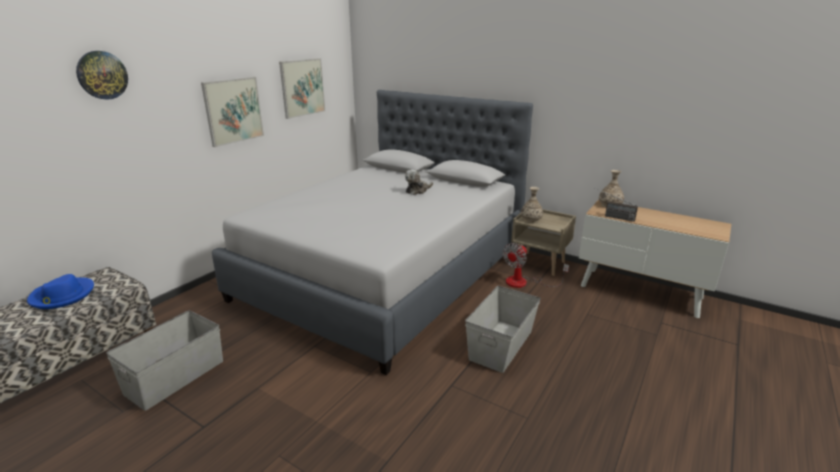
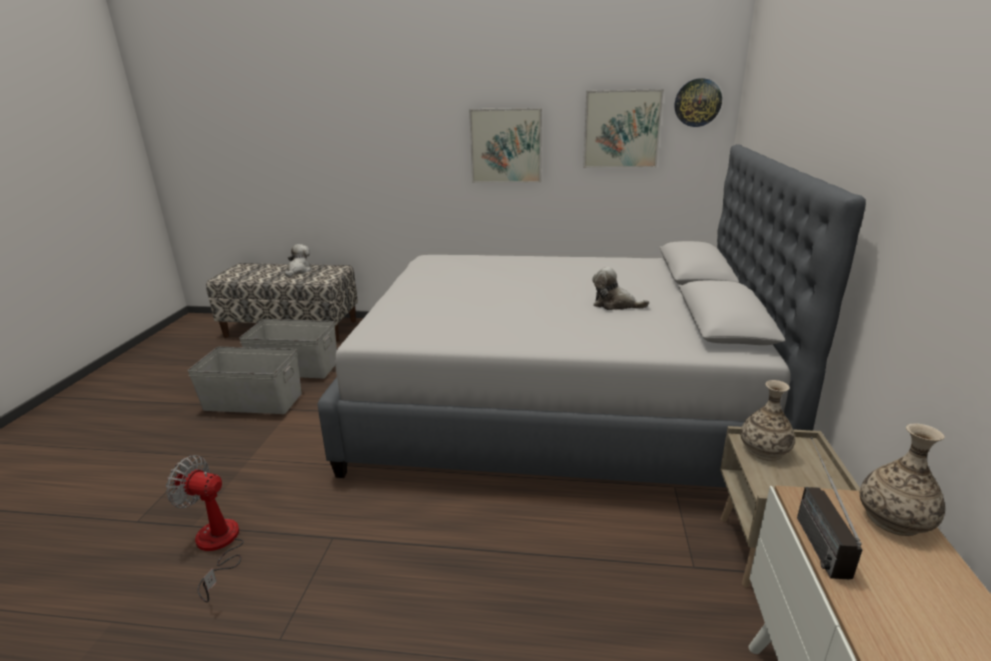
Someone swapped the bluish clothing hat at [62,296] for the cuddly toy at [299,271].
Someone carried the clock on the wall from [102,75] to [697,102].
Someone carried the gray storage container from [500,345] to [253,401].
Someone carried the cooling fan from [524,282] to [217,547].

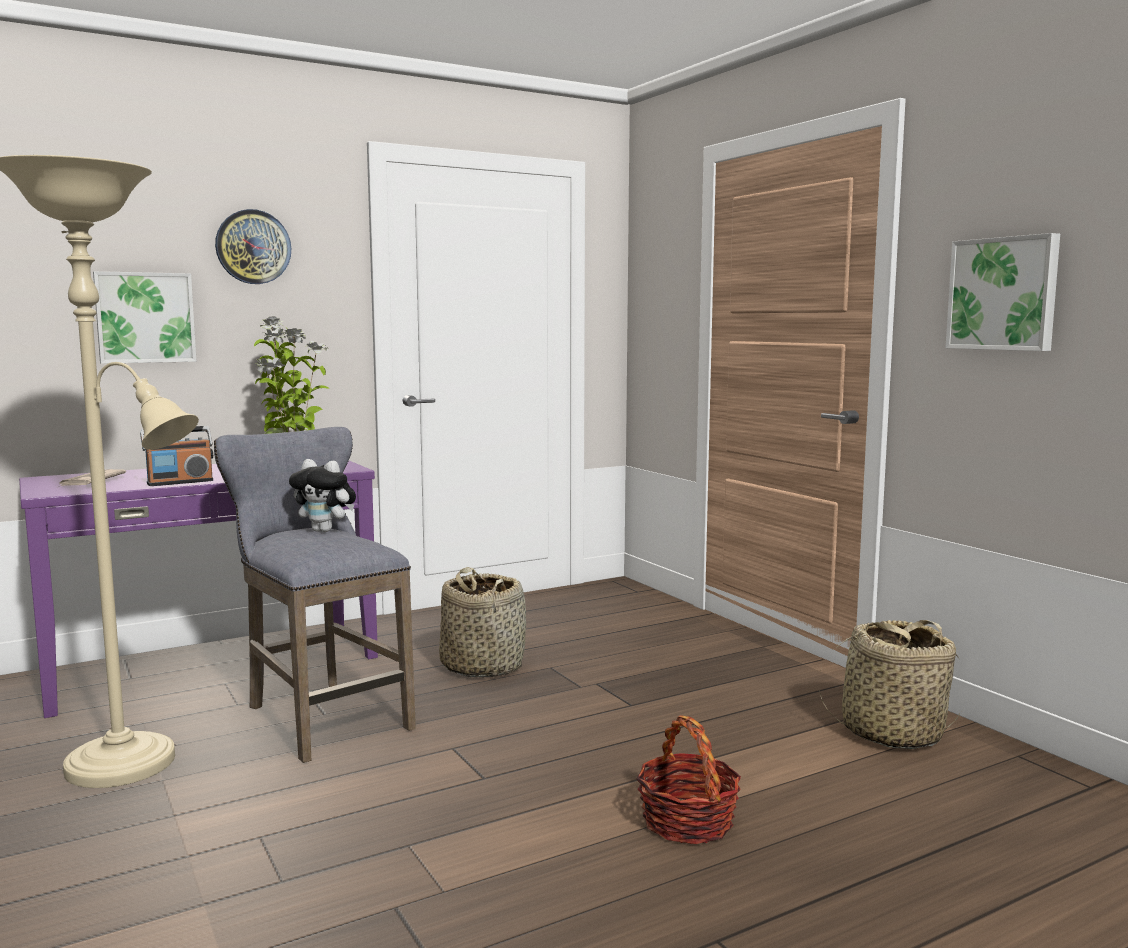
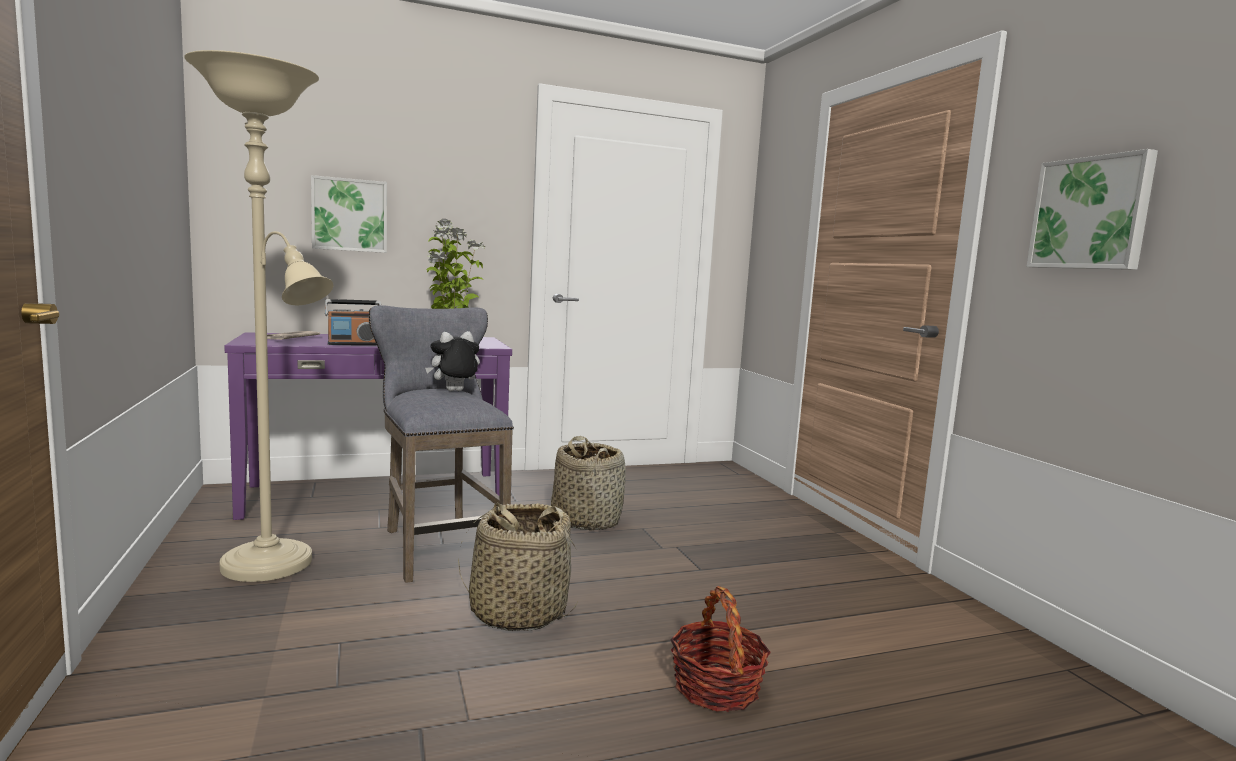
Someone took away the clock on the wall at [253,247].
Someone rotated the cuddly toy at [325,530] by 120 degrees clockwise.
Someone carried the household basket from [891,733] to [518,612].

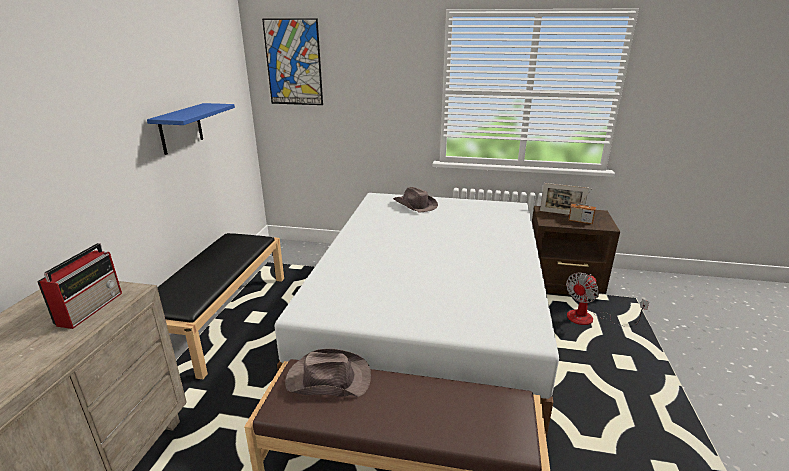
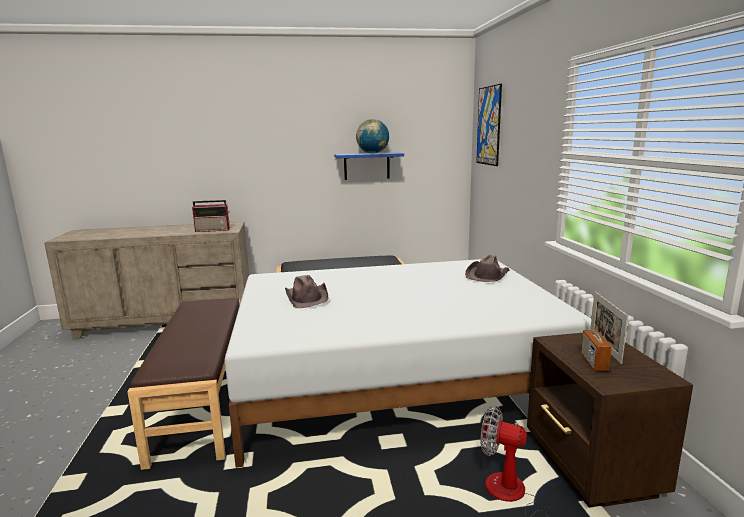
Someone carried the brown clothing hat from [327,379] to [307,297].
Someone put down the globe at [373,153].

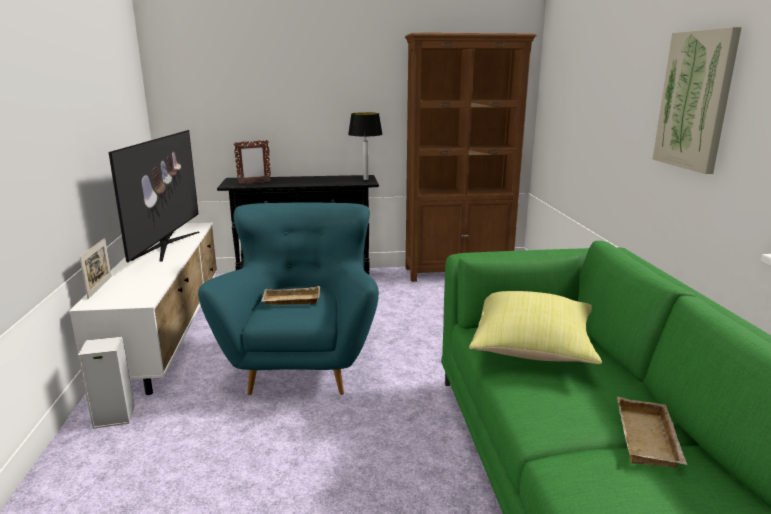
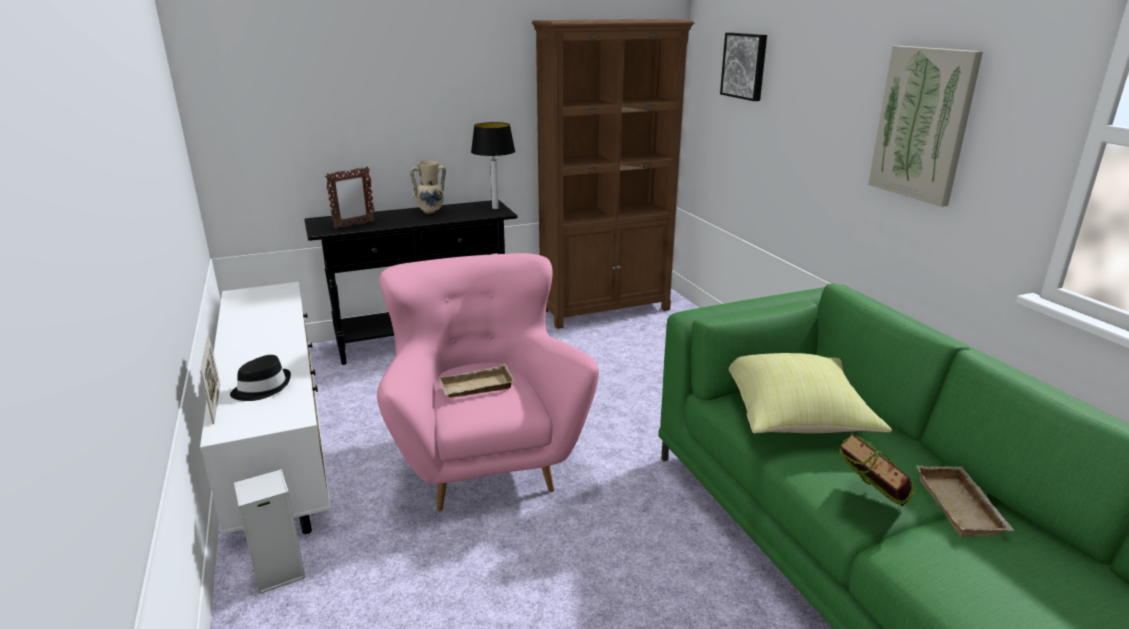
Someone took away the television at [166,245].
Someone repainted the blue-green armchair at [303,363], which became the pinkish armchair at [485,458].
Someone put down the black clothing hat at [262,387].
Someone put down the beige decorative vase at [431,211].
Someone put up the picture at [745,66].
Someone put down the book at [869,505].

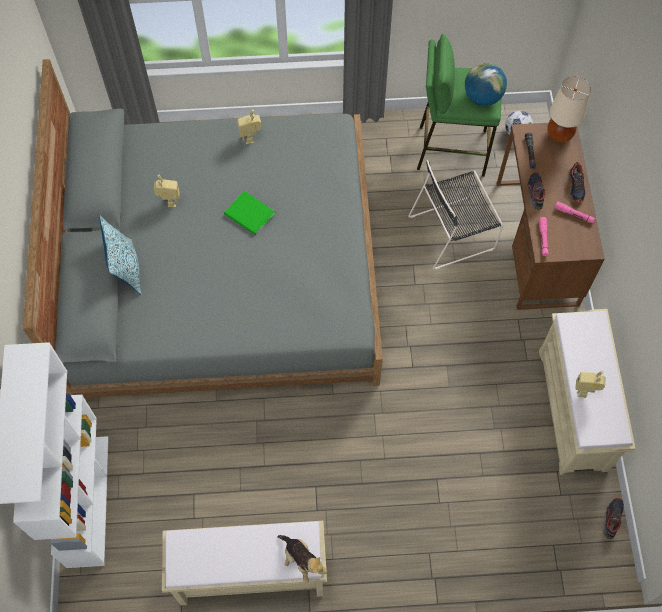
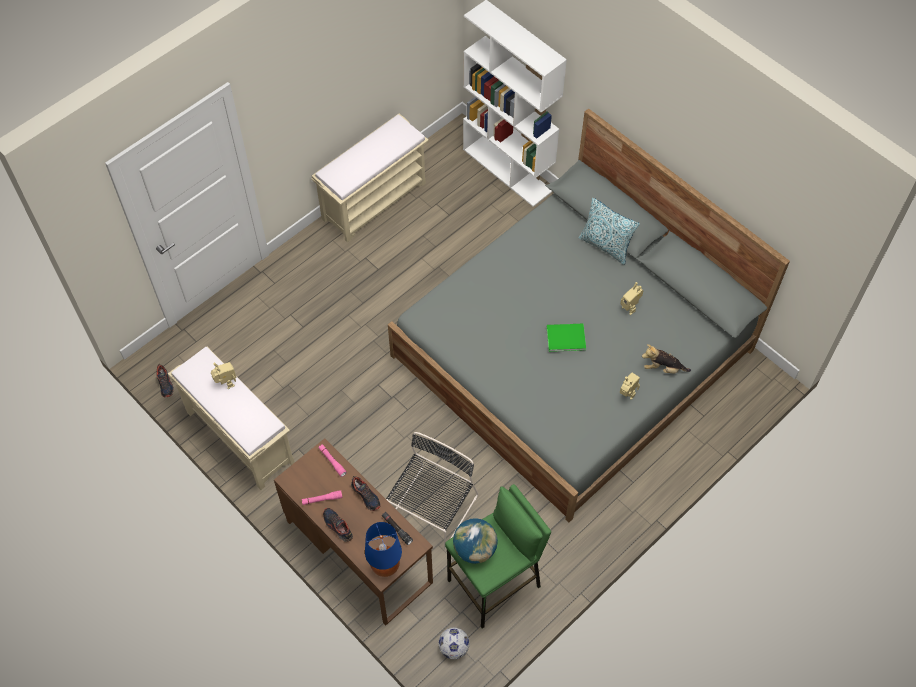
Someone carried the cuddly toy from [301,560] to [663,368].
Someone repainted the beige tabletop lamp at [559,135], which became the bluish tabletop lamp at [385,565].

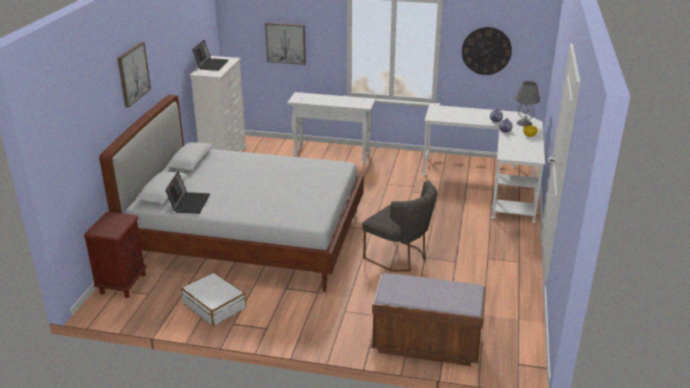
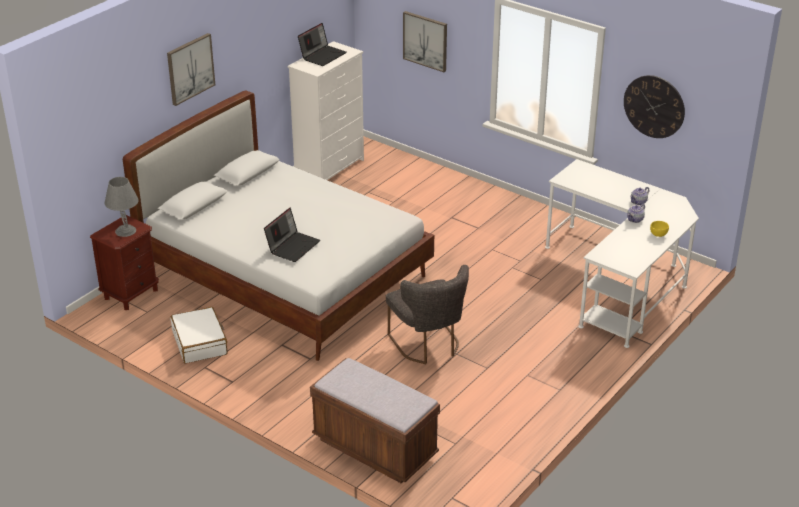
Someone carried the laptop from [189,203] to [293,246].
Someone took away the white-coloured narrow table at [333,155].
Someone carried the gray tabletop lamp from [524,123] to [125,231].

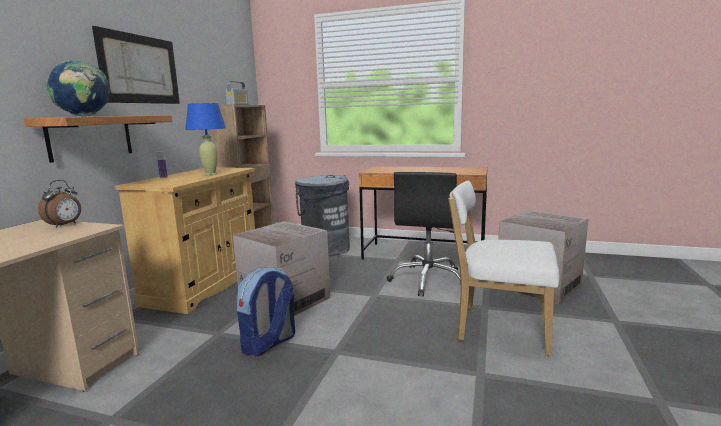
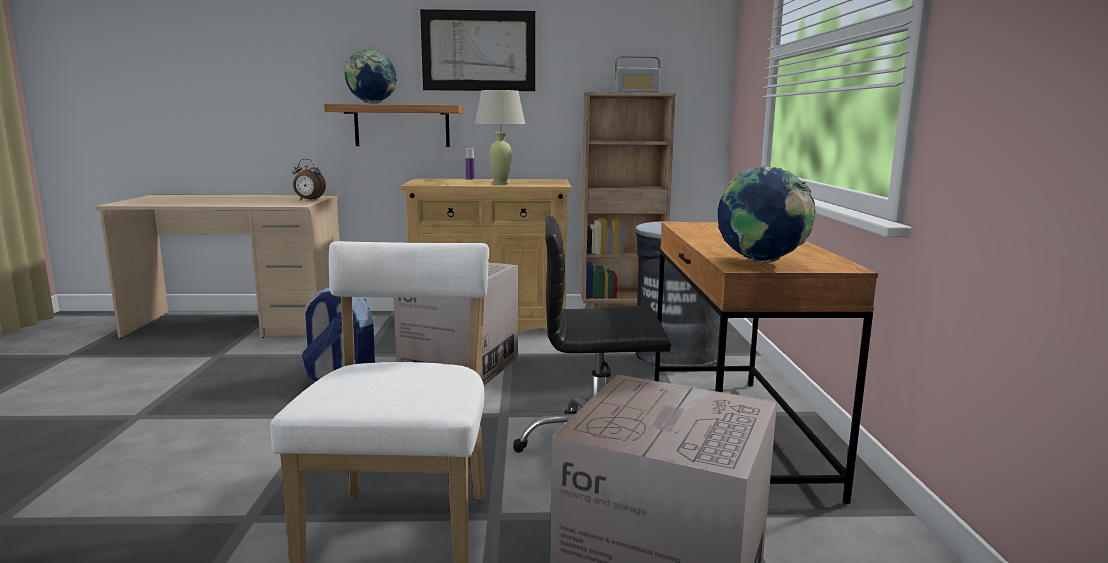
Someone repainted the bluish tabletop lamp at [210,174], which became the beige tabletop lamp at [500,183].
Someone put down the globe at [761,262].

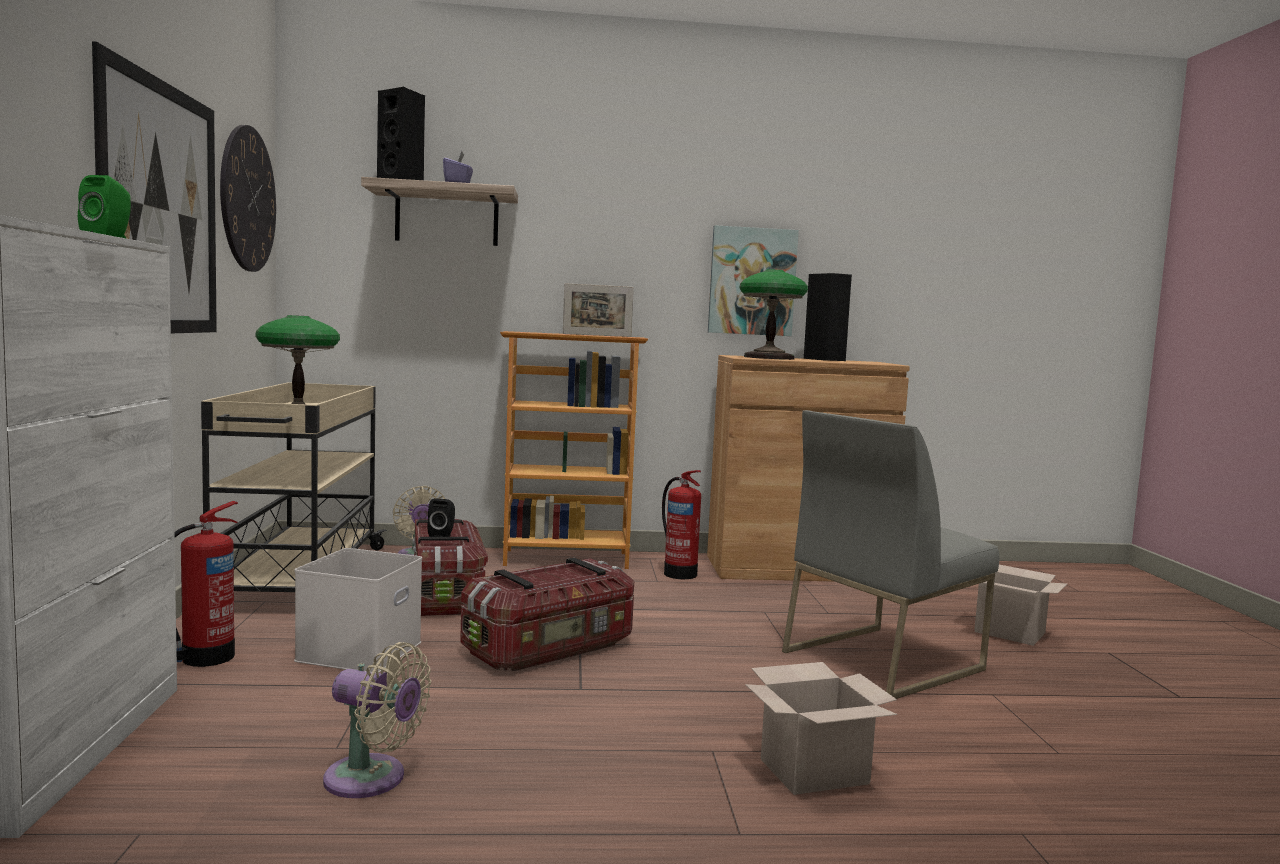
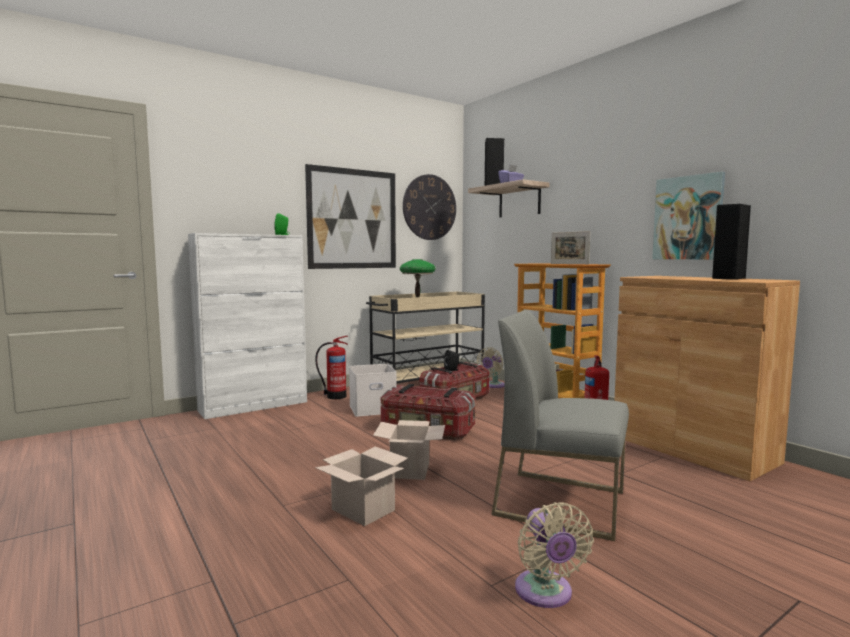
Someone carried the beige cooling fan from [372,779] to [545,594].
Someone took away the tabletop lamp at [769,358].
Someone carried the packing box from [1011,633] to [410,470].

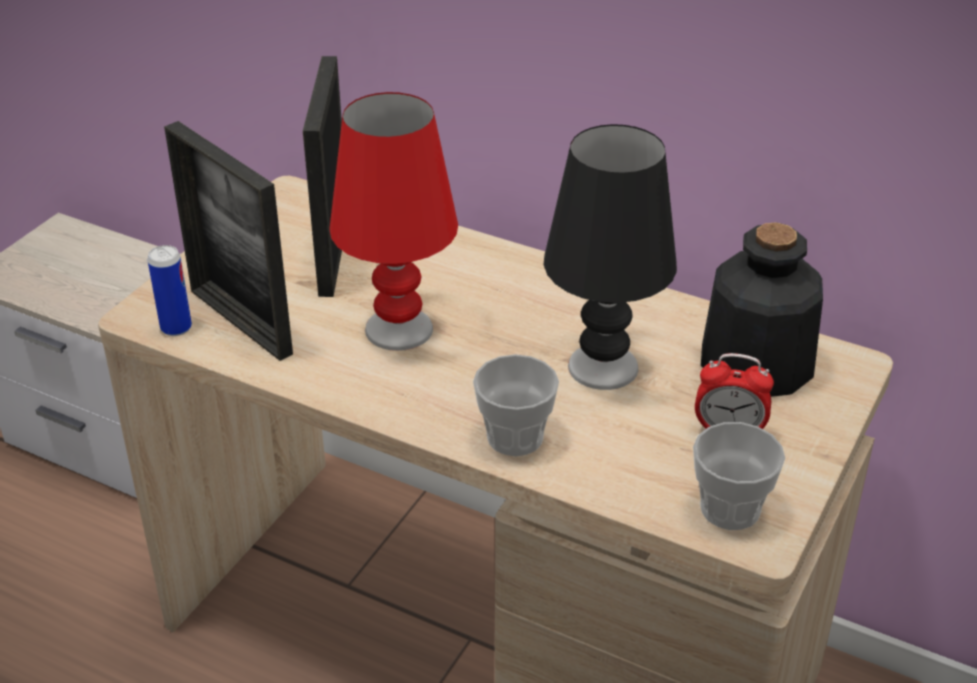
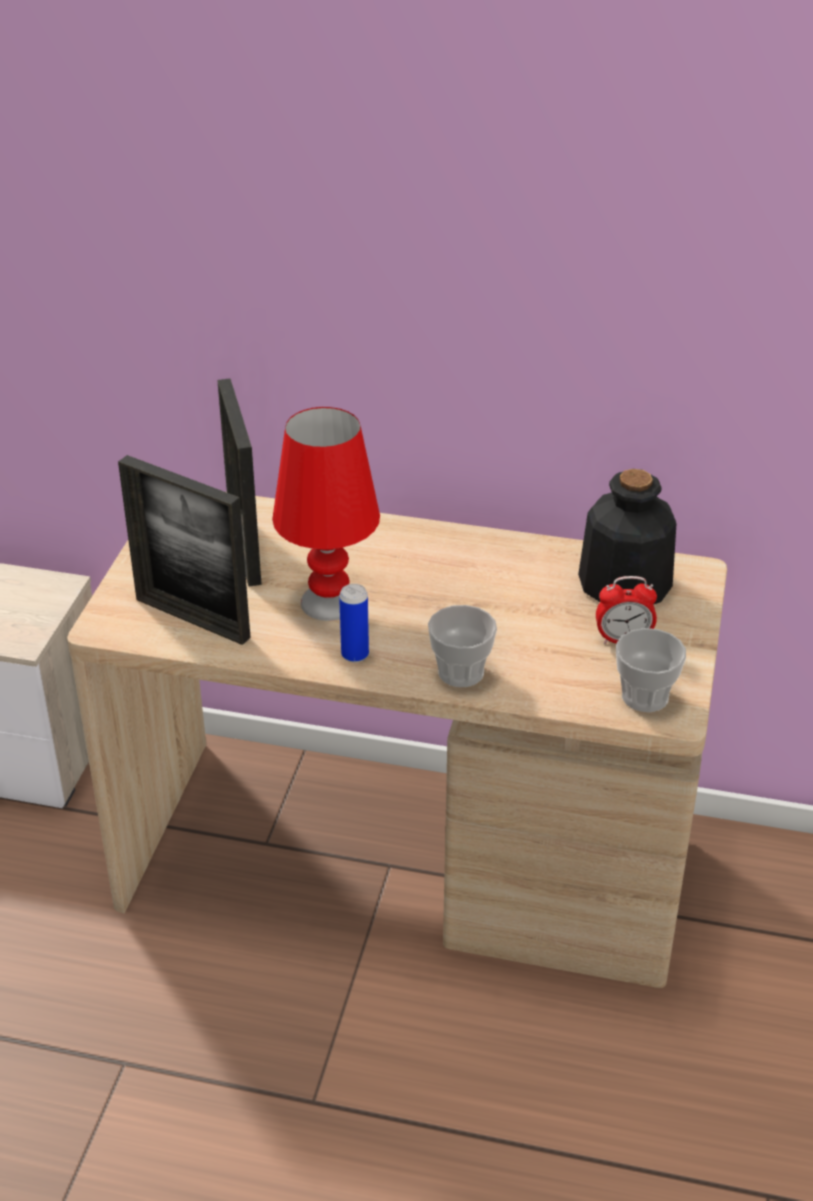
Someone carried the can from [176,328] to [355,654].
Someone took away the black tabletop lamp at [603,366].

